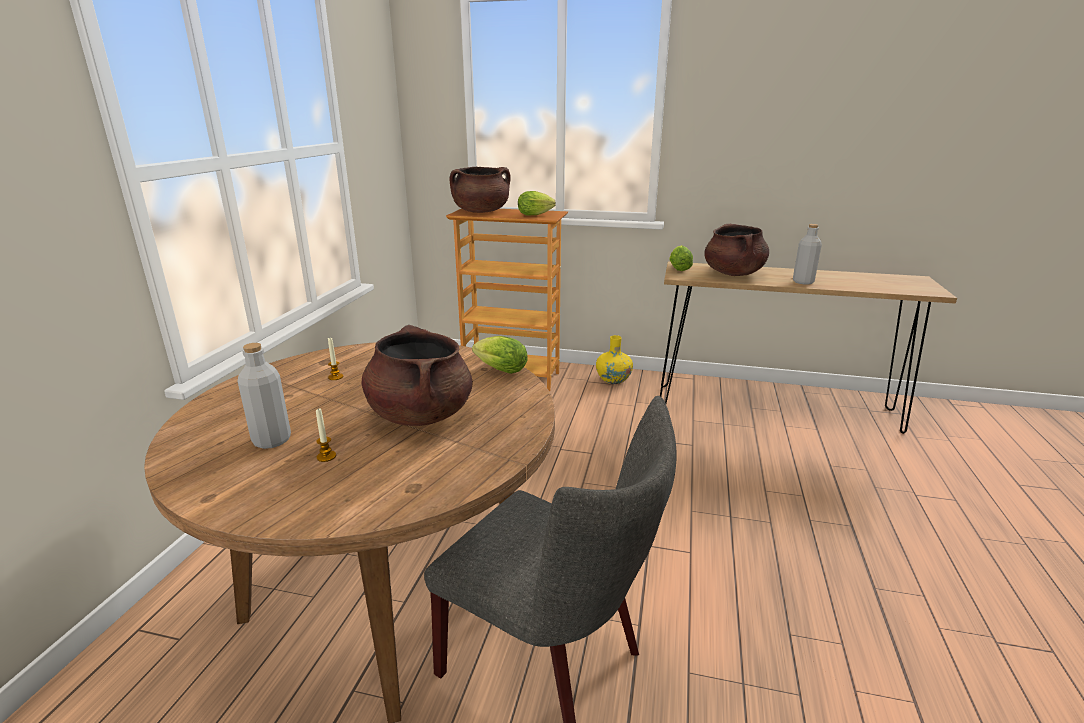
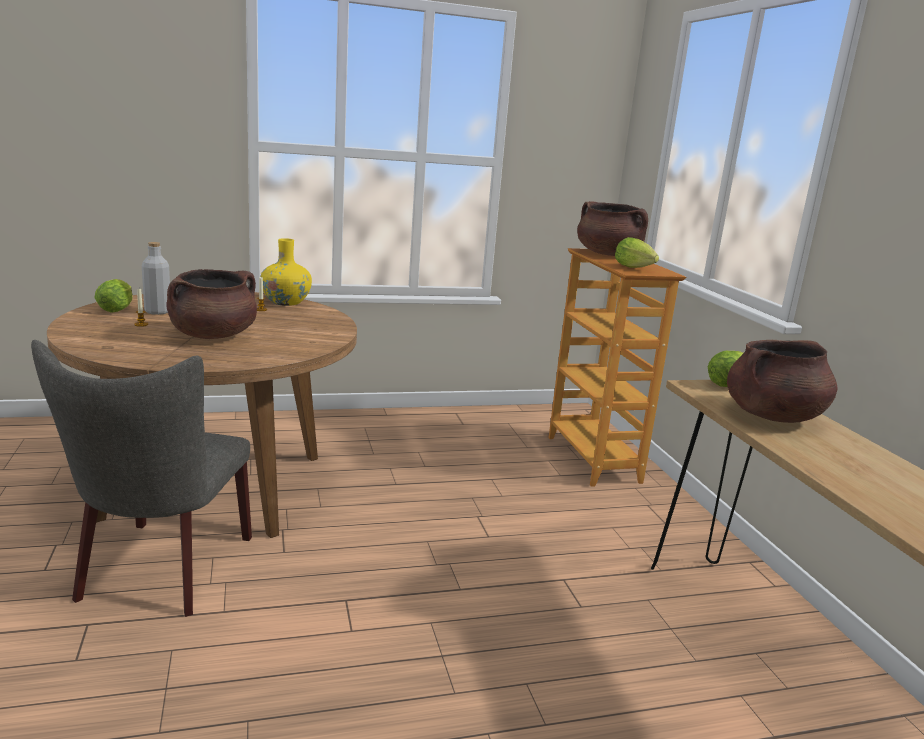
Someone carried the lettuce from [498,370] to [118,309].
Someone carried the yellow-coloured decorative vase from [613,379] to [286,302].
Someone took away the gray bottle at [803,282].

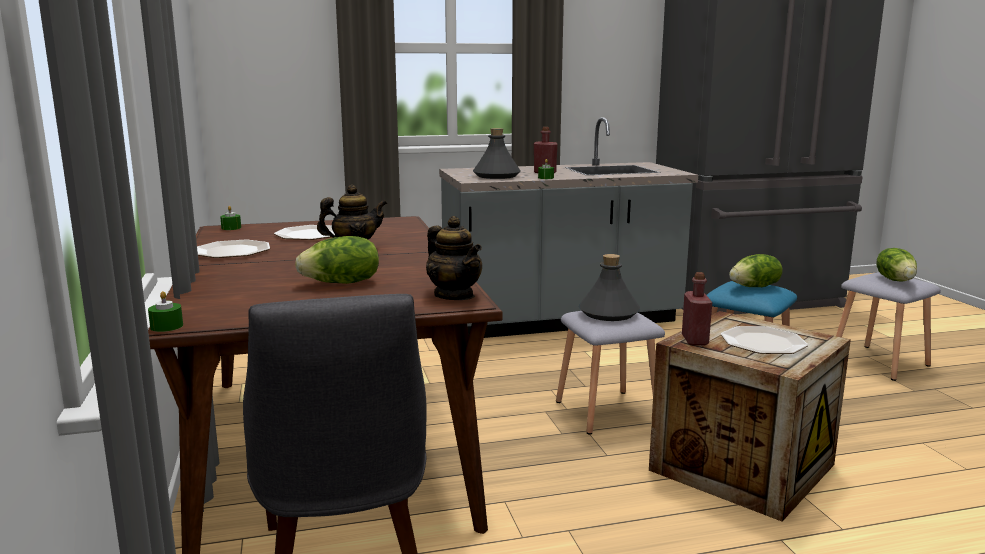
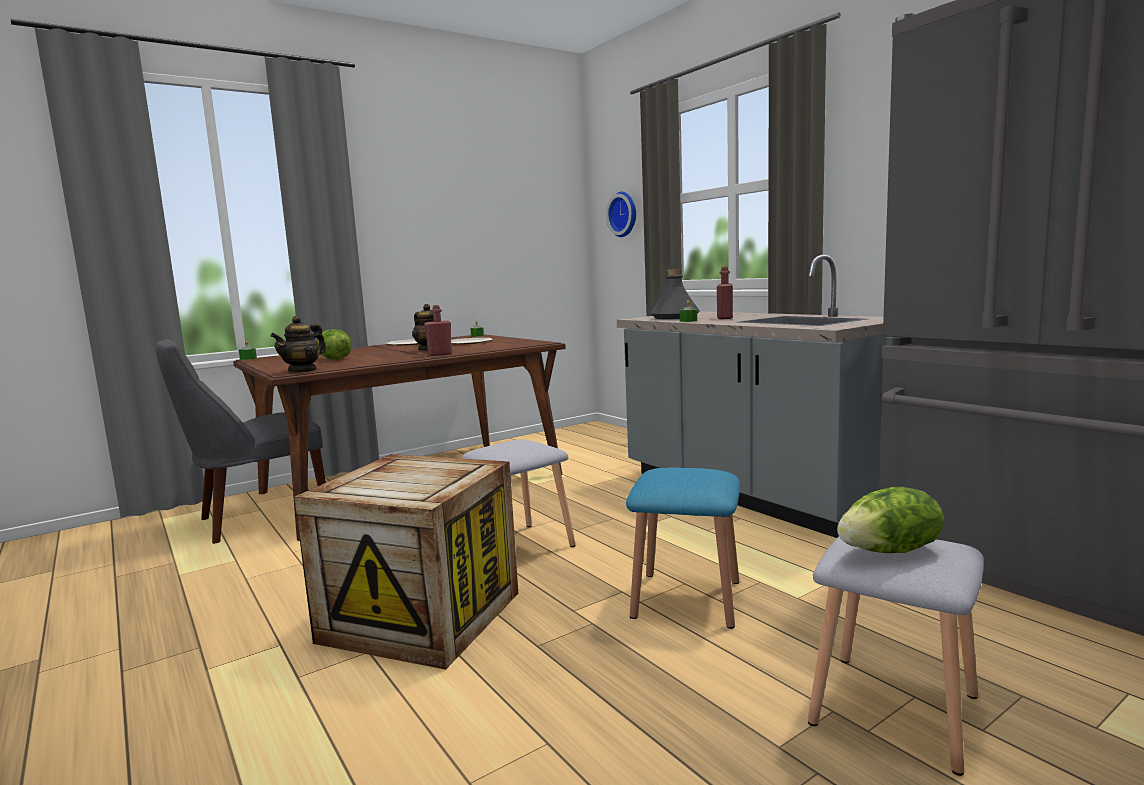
Someone took away the gray bottle at [609,313].
Someone carried the red bottle from [695,340] to [440,354].
Someone took away the plate at [762,342].
Someone took away the lettuce at [755,287].
Someone put up the clock on the wall at [624,214].

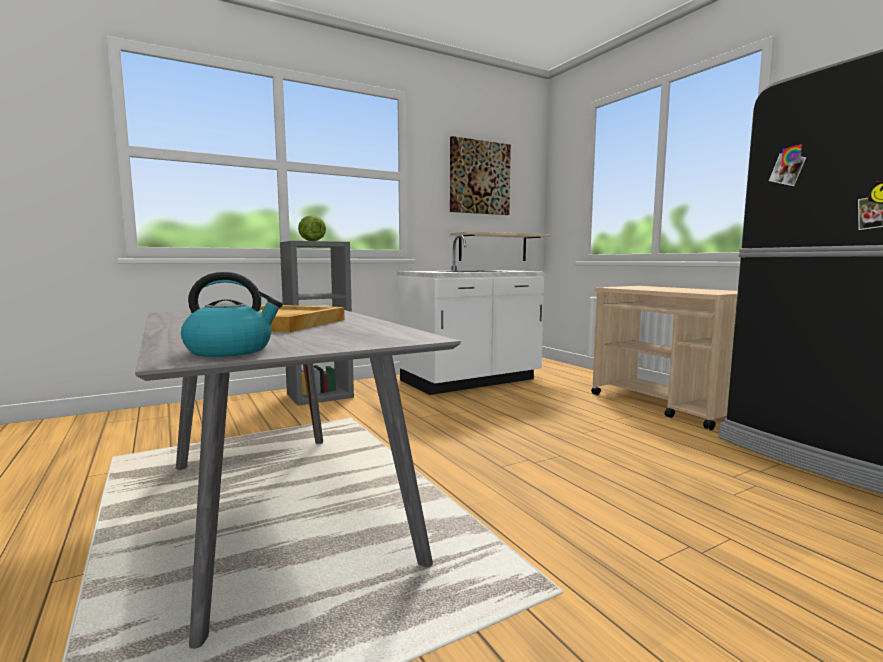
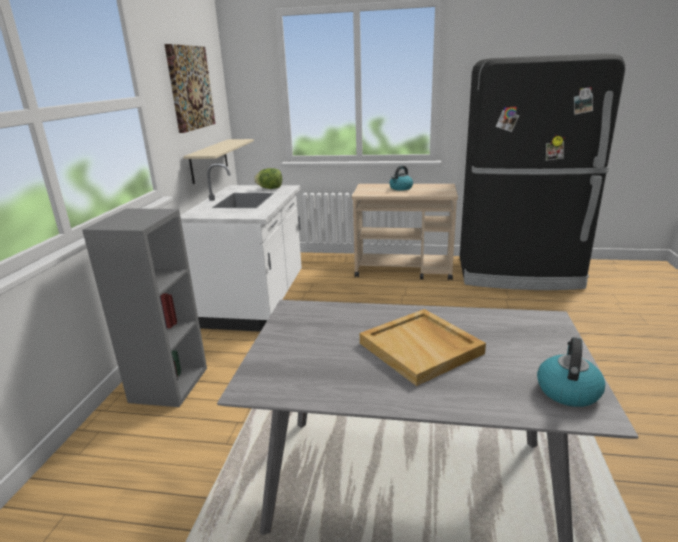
Someone carried the lettuce from [311,241] to [270,188].
Someone put down the kettle at [401,188].

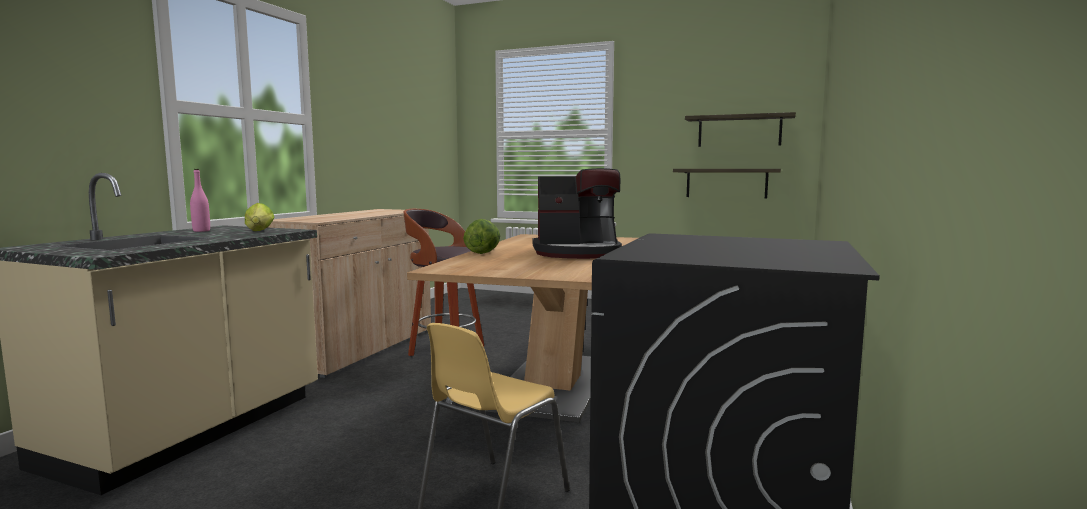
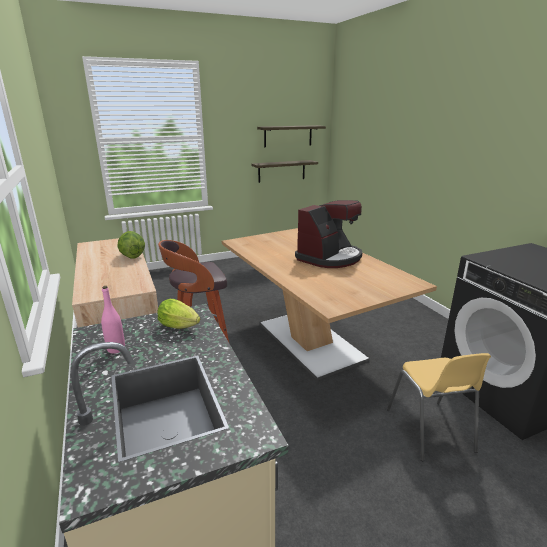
Someone carried the lettuce from [482,253] to [132,256].

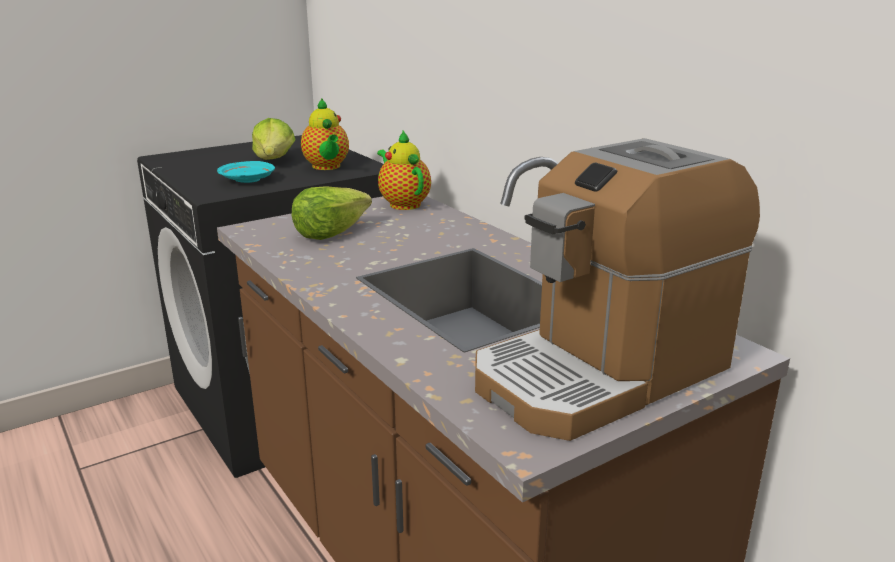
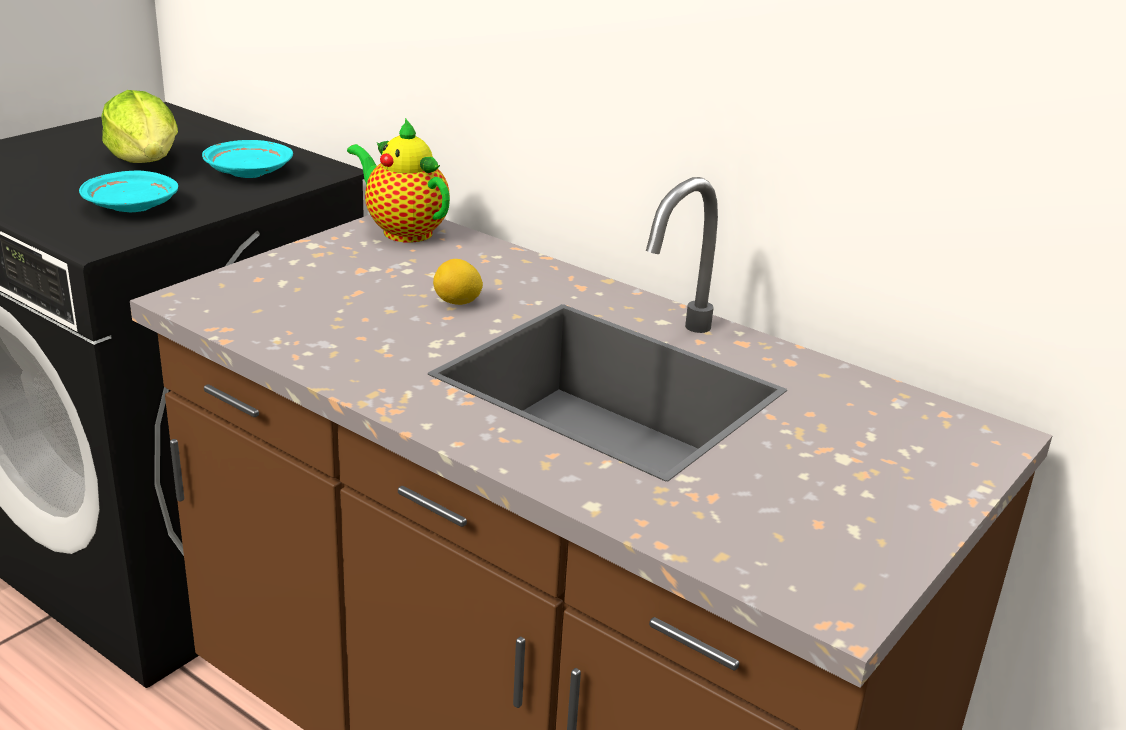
Someone took away the lettuce at [330,233].
Someone swapped the tea pot at [327,167] for the blue-green plate at [247,172].
Someone took away the coffee machine at [602,372].
Someone put down the citrus fruit at [457,303].

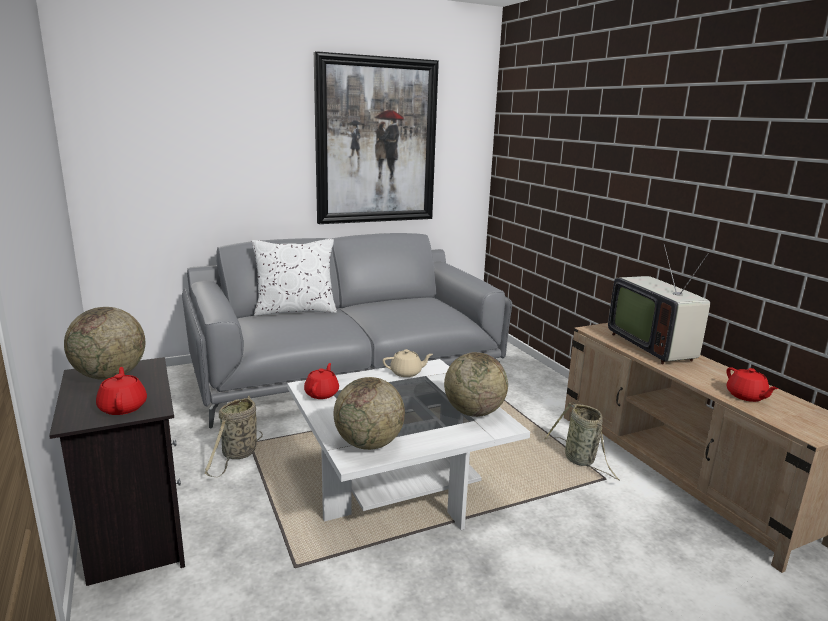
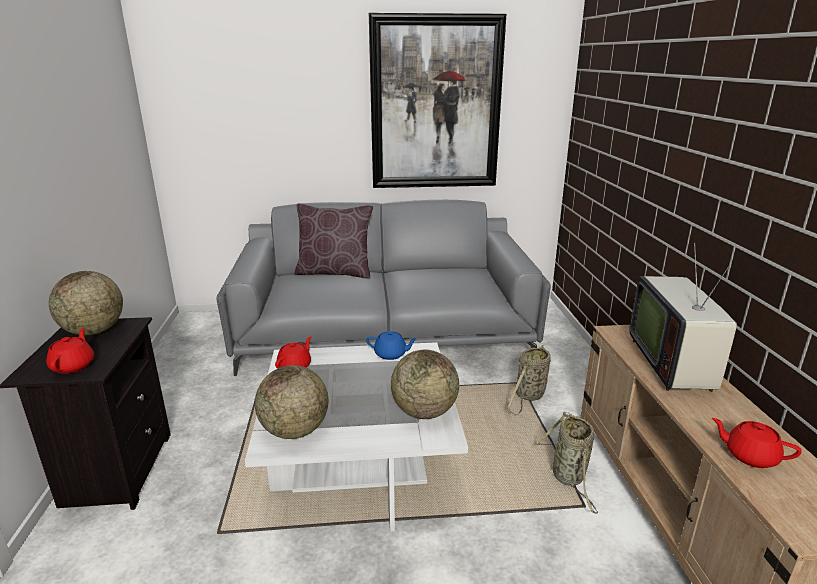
Someone carried the household basket from [238,455] to [529,396].
Someone repainted the white-coloured pillow at [295,310], which became the brown pillow at [335,272].
Someone repainted the beige tea pot at [406,373], which became the bluish tea pot at [391,354].
Someone rotated the red tea pot at [746,396] by 120 degrees clockwise.

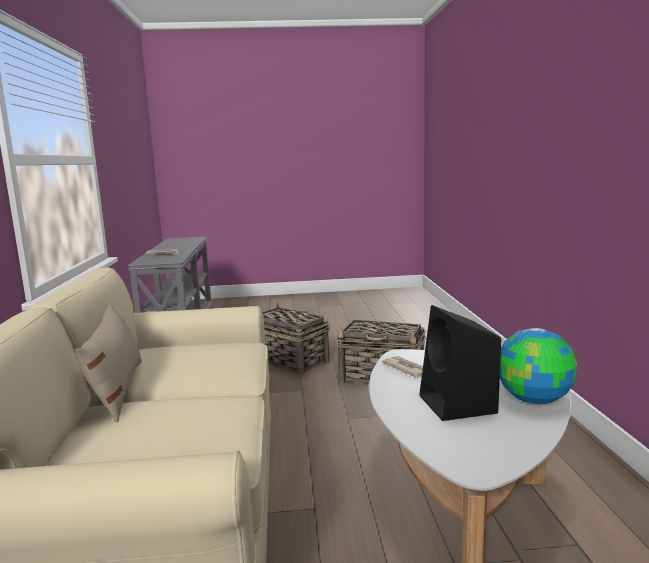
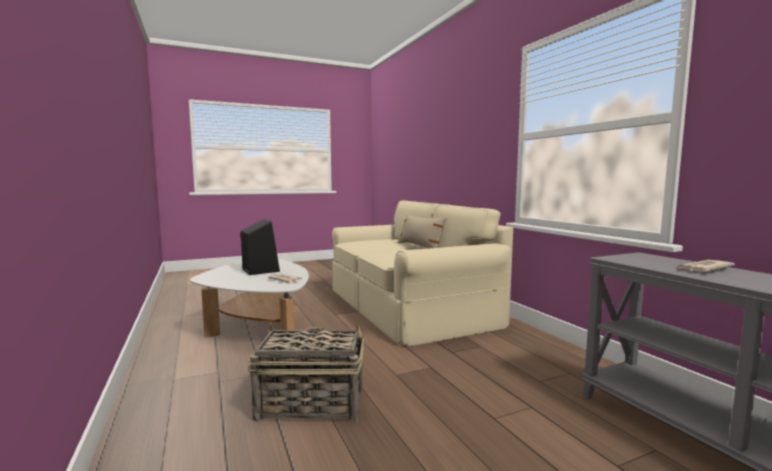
Someone took away the household basket at [289,361].
Someone took away the globe at [534,400].

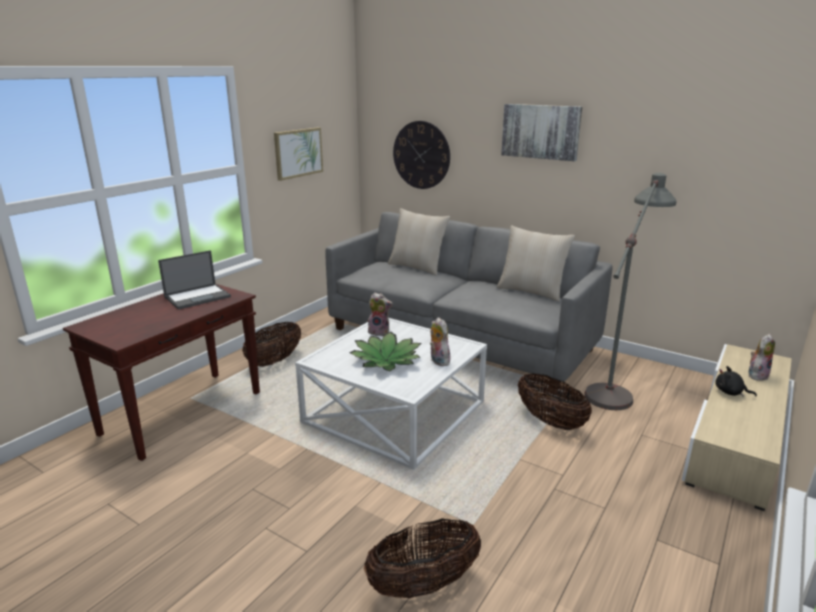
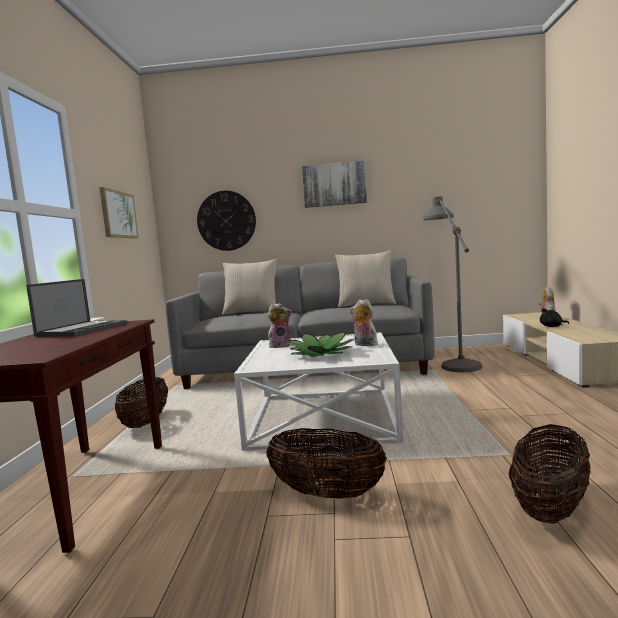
Someone carried the household basket from [550,421] to [327,494].

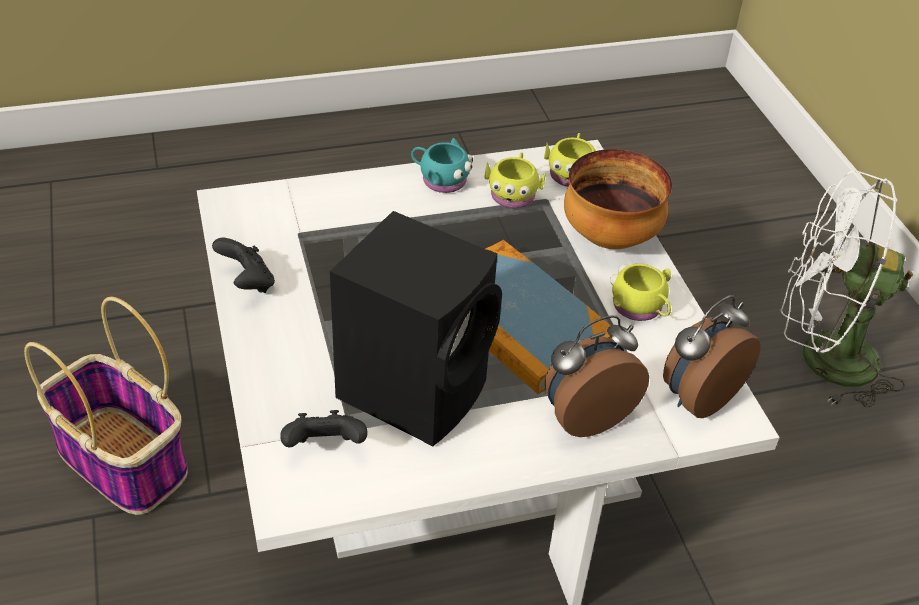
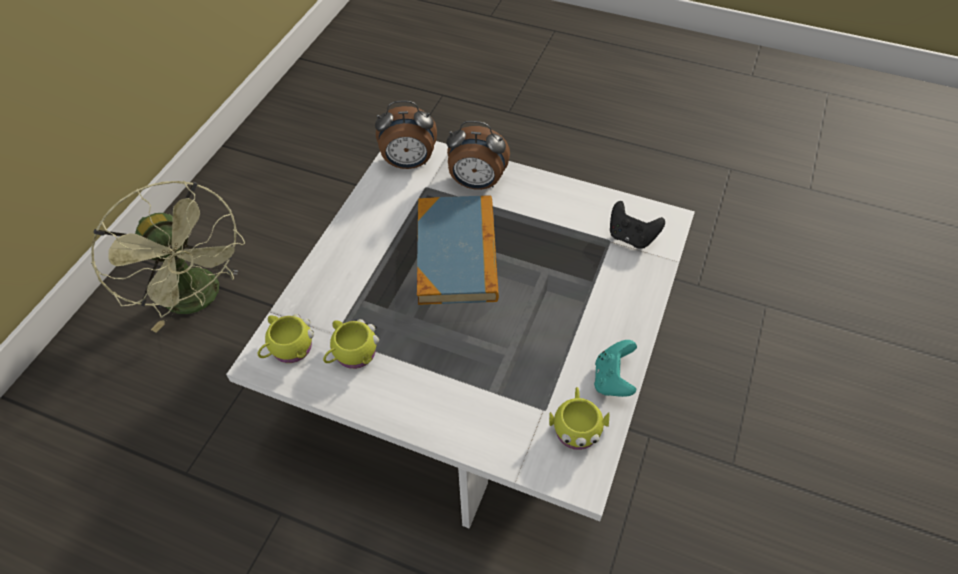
Someone took away the household basket at [124,461].
Someone repainted the black gamepad at [247,283], which became the blue-green gamepad at [612,379].
Someone took away the black loudspeaker at [416,387].
Someone took away the blue-green mug at [440,180].
Someone took away the bowl at [608,237].
Someone carried the yellow-coloured mug from [640,308] to [576,427].
Someone repainted the white-coloured cooling fan at [821,358], which became the green-coloured cooling fan at [200,299].

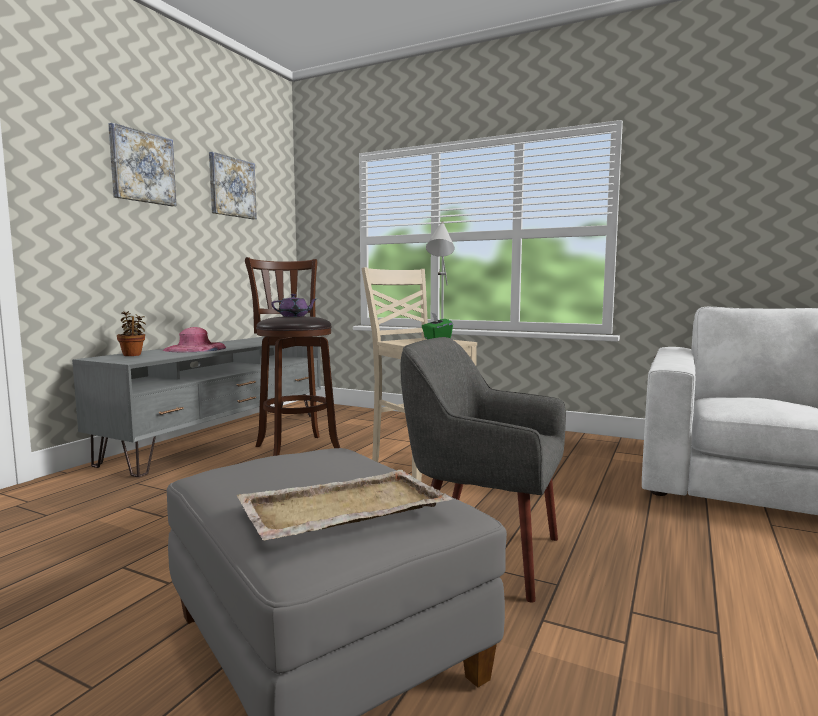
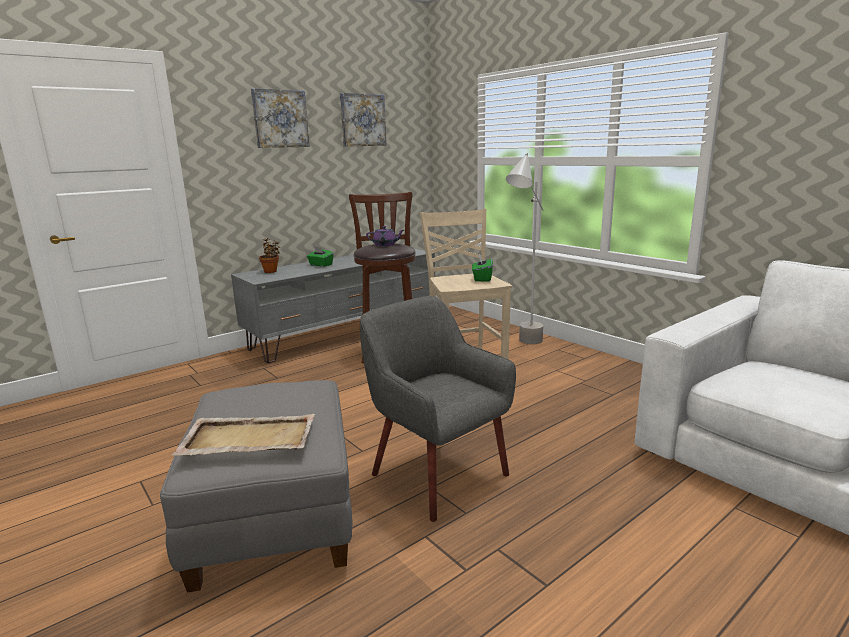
Someone swapped the pinkish clothing hat at [195,348] for the green-coloured box of tissues at [320,265].

